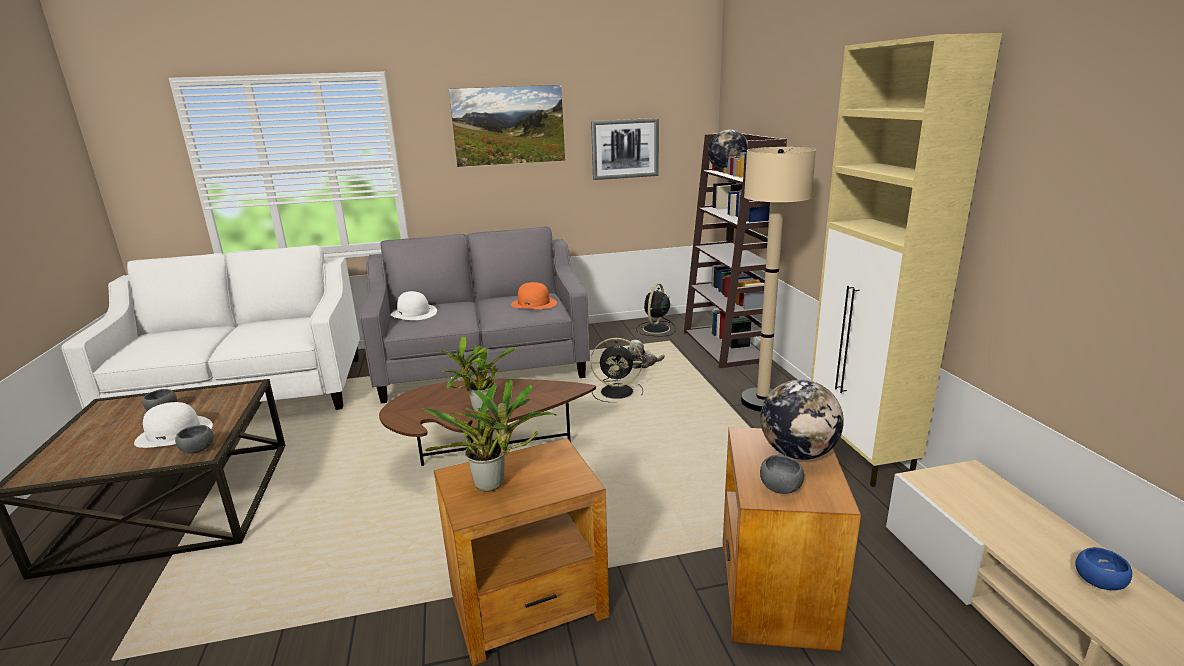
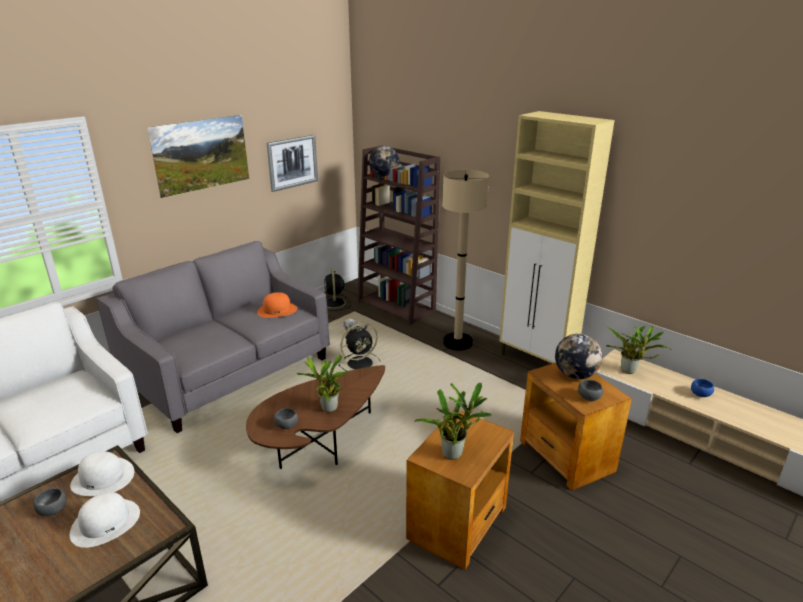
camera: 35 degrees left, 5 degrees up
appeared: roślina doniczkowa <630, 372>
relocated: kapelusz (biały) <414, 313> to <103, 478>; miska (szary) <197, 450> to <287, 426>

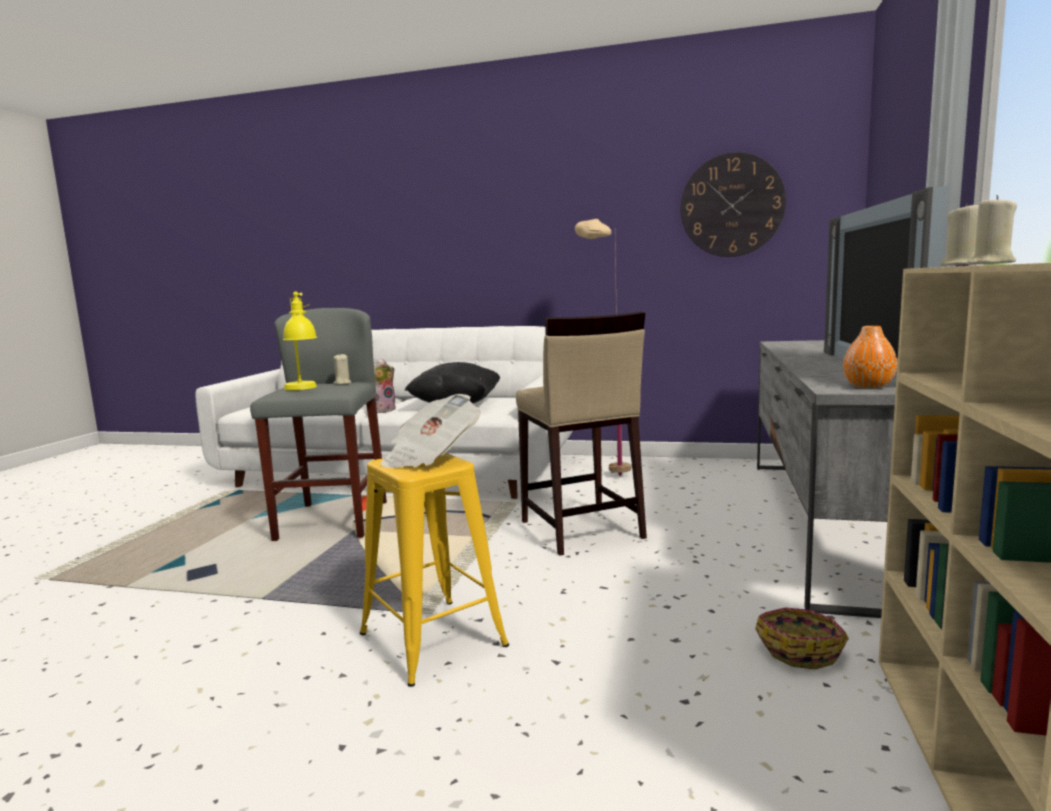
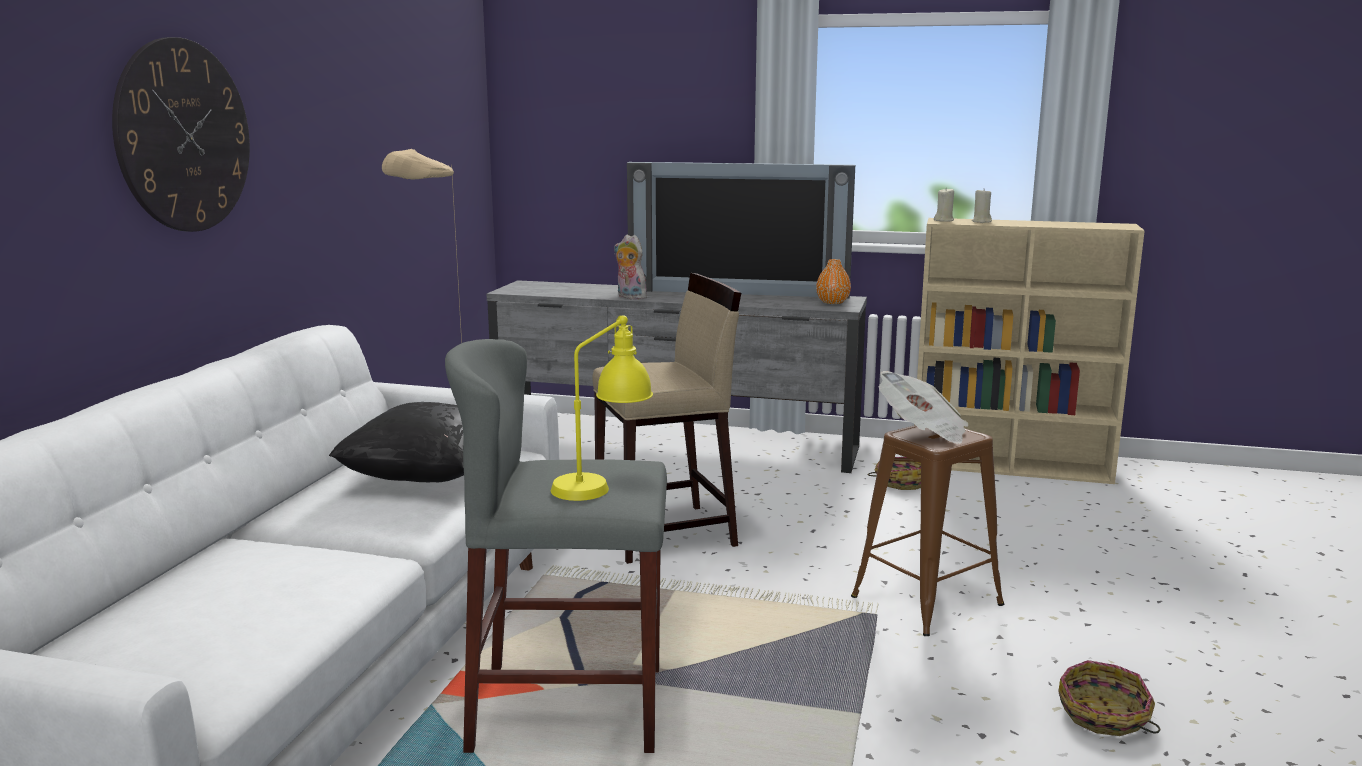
camera: 90 degrees left, 5 degrees up
missing: świeca (beżowy) <342, 383>
appeared: koszyk <1104, 716>
relocated: zegar ścienny <732, 205> to <184, 136>; pluszak <383, 410> to <629, 297>
colour: stołek (żółty) <432, 639> to stołek (brązowy) <927, 601>

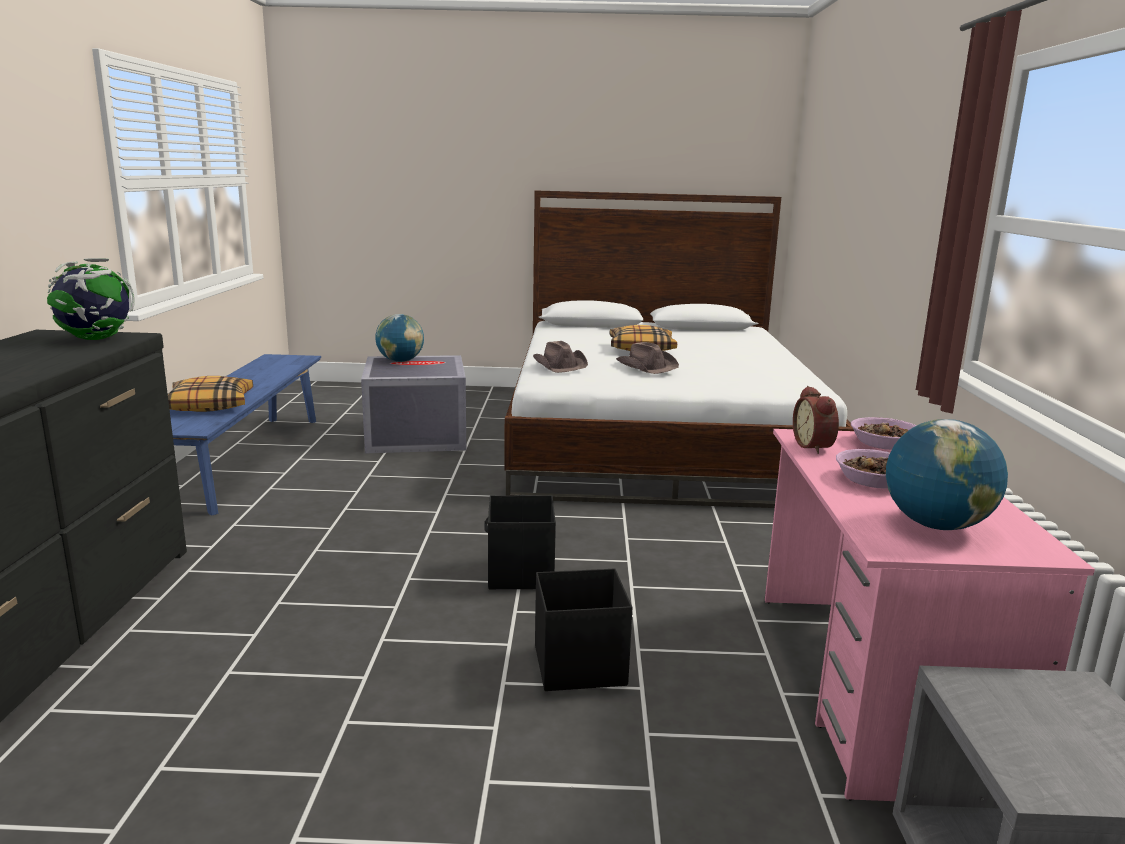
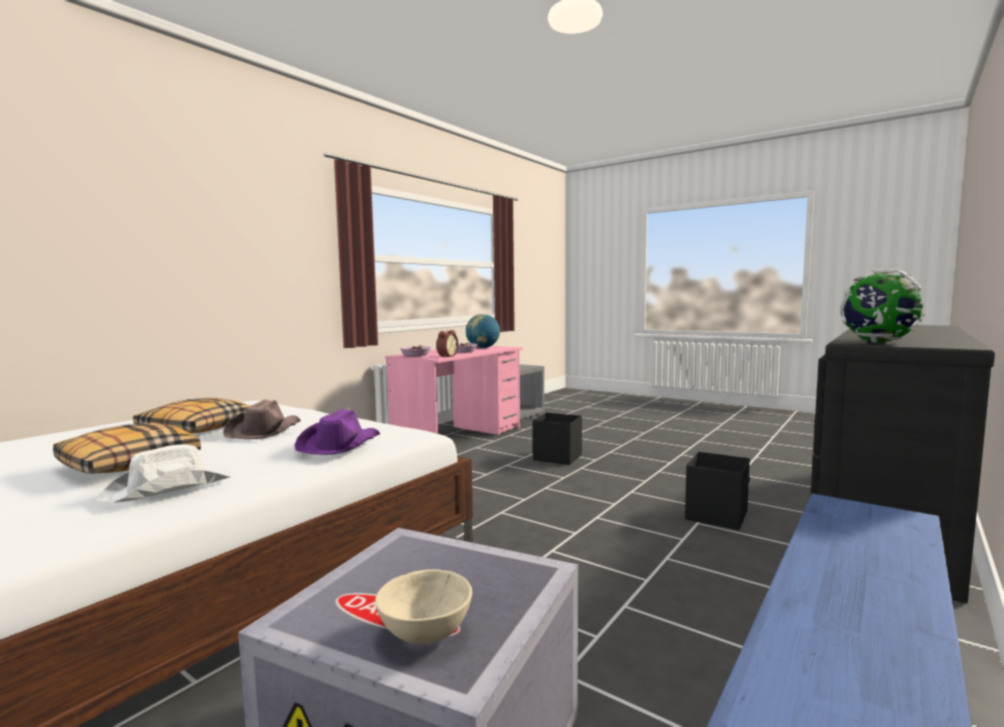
camera: 145 degrees left, 10 degrees down
appeared: kapelusz (biały) <169, 487>
relocated: poduszka <209, 405> to <197, 428>; pojemnik do przechowywania (czarny) <520, 574> to <717, 515>
exchanged: globus <400, 361> to miska (beżowy) <424, 634>
colour: kapelusz (brązowy) <560, 365> to kapelusz (fioletowy) <339, 444>

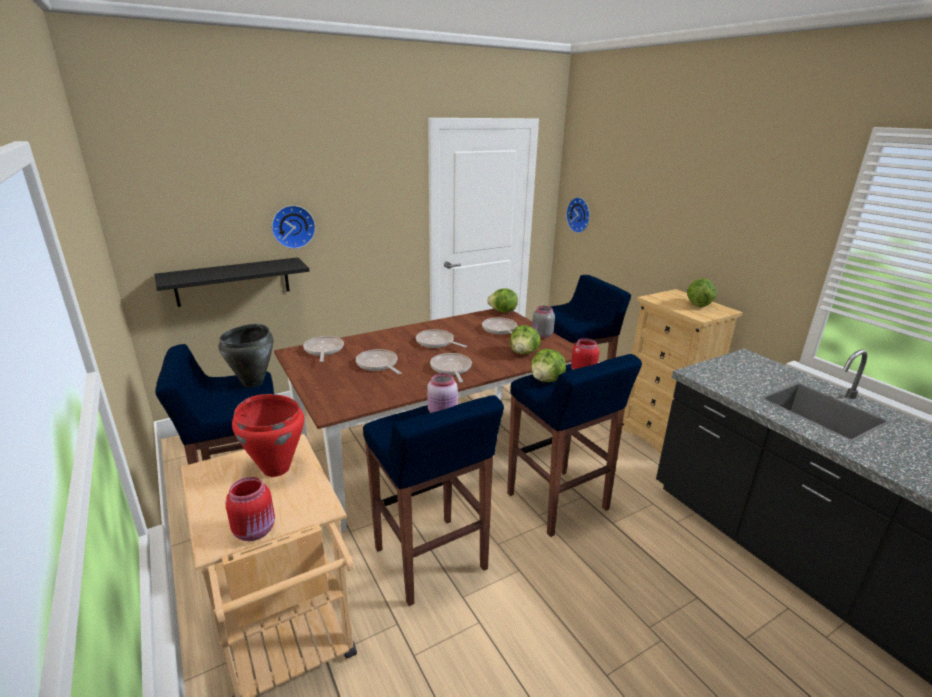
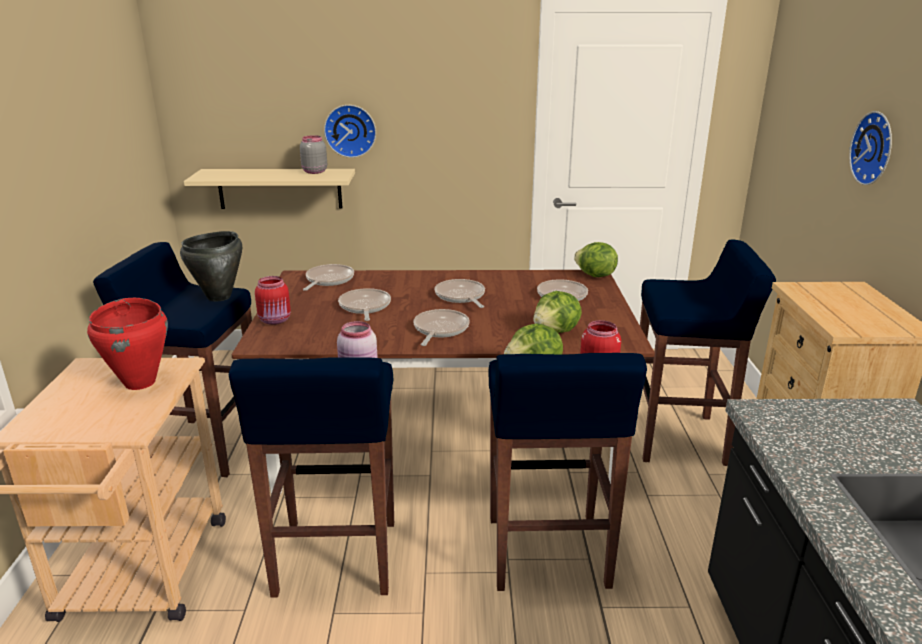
camera: 30 degrees right, 0 degrees up
missing: sałata <698, 304>
relocated: zegar ścienny <580, 215> to <875, 148>; słoik (szary) <541, 335> to <314, 172>; słoik (czerwony) <256, 530> to <275, 320>
colour: półka (czarny) <233, 281> to półka (beżowy) <280, 188>

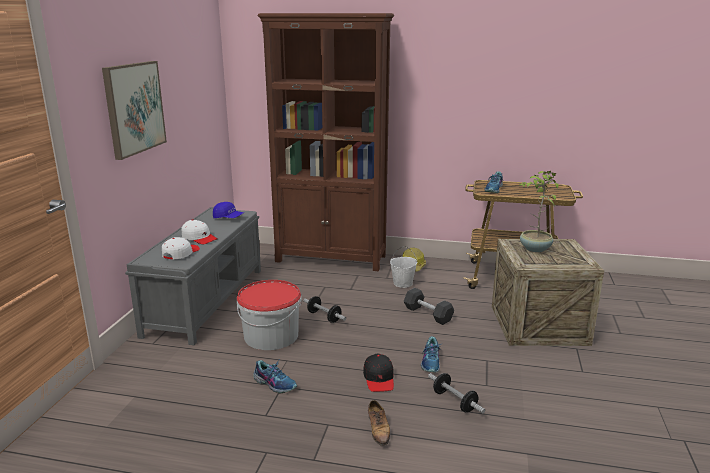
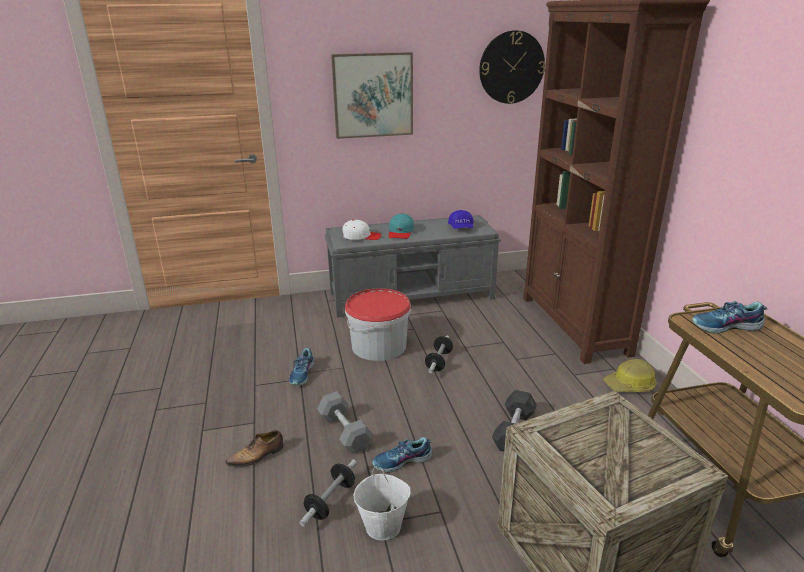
camera: 65 degrees right, 5 degrees up
missing: roślina doniczkowa <534, 249>
appeared: zegar ścienny <511, 67>
relocated: wiadro (biały) <403, 283> to <383, 525>
exchanged: czapka z daszkiem (czarny) <379, 378> to hantel (szary) <345, 432>
colour: czapka z daszkiem (biały) <199, 238> to czapka z daszkiem (turkusowy) <401, 232>

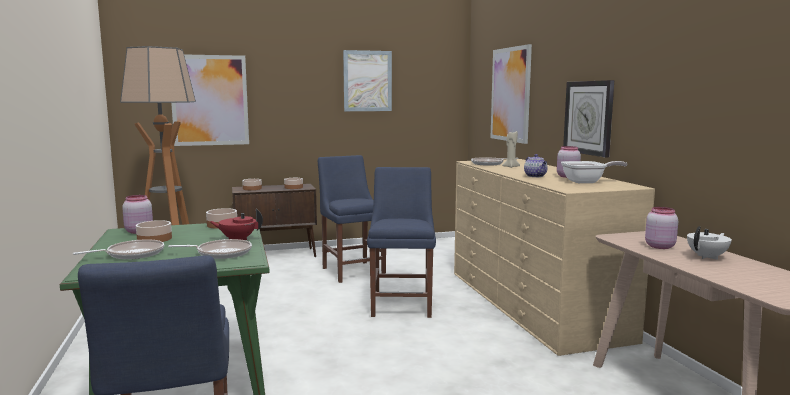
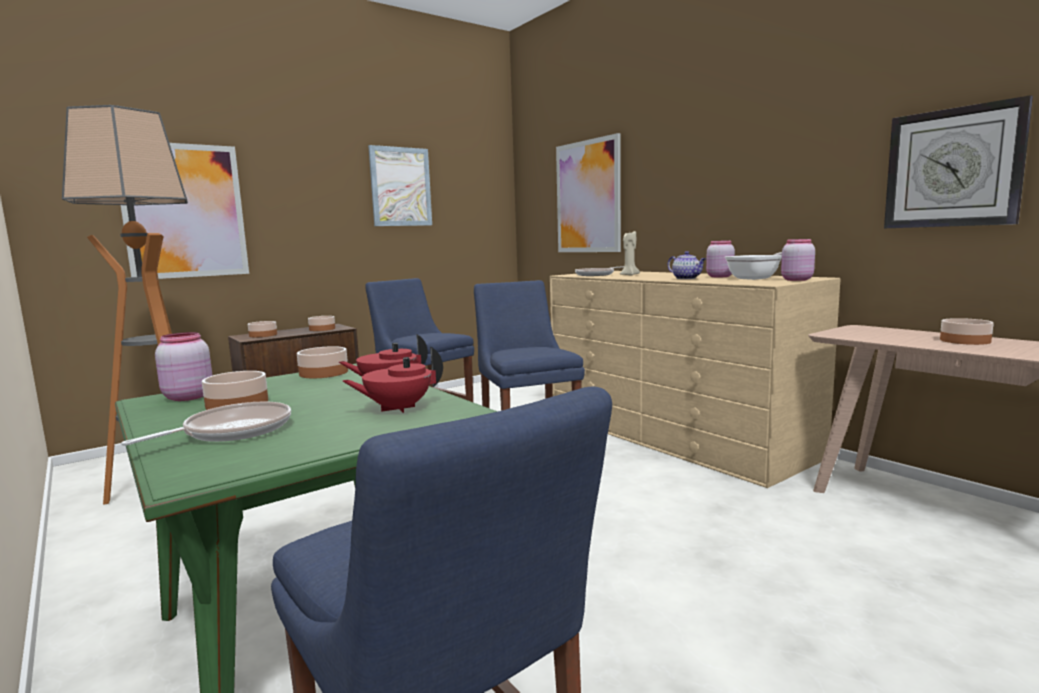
camera: 20 degrees left, 0 degrees up
relocated: zegar ścienny <588, 117> to <953, 168>; słoik (różowy) <659, 246> to <795, 280>
exchanged: imbryk (biały) <707, 257> to miska <965, 341>; patelnia <221, 253> to imbryk (czerwony) <397, 408>

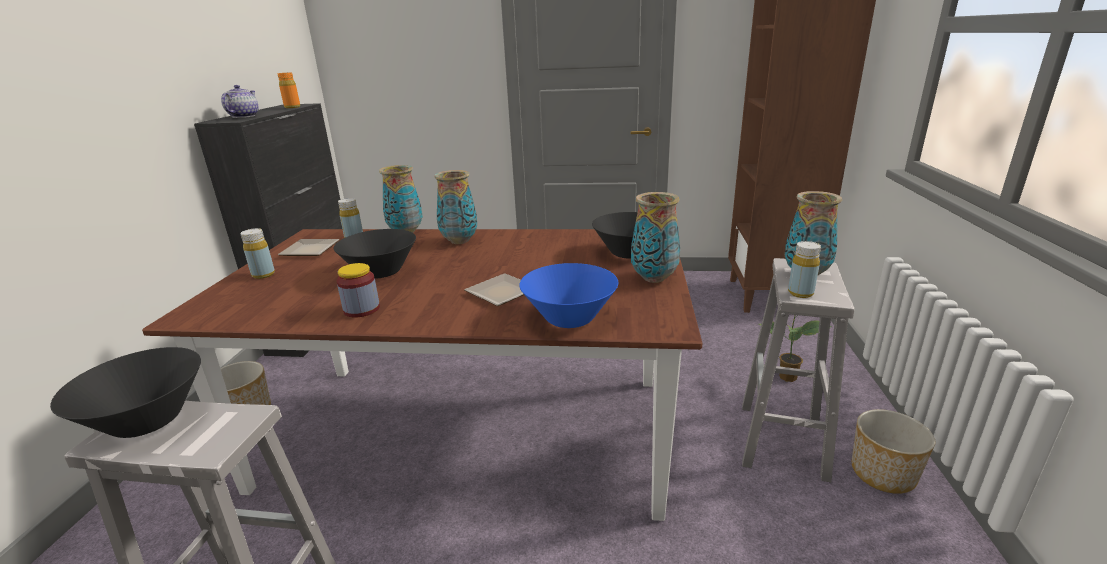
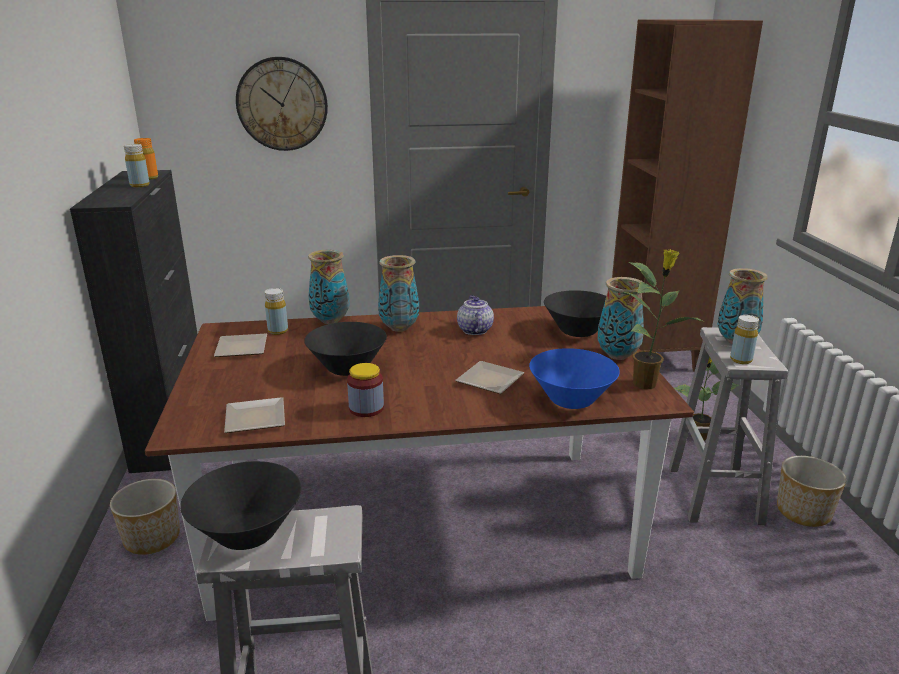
camera: 15 degrees left, 0 degrees up
appeared: zegar ścienny <282, 104>; roślina doniczkowa <646, 383>; talerz <257, 419>
relocated: imbryk <244, 116> to <474, 330>; butelka (żółty) <263, 275> to <140, 185>

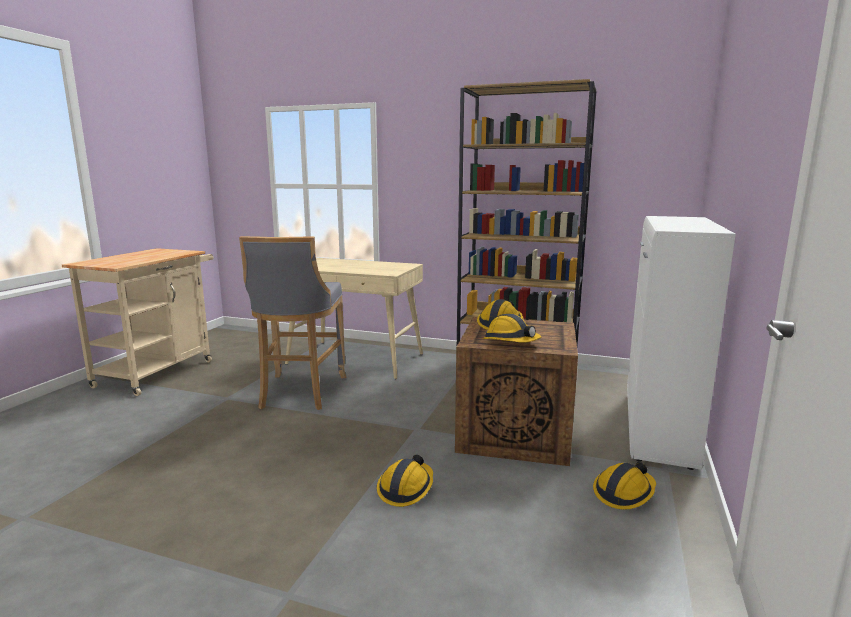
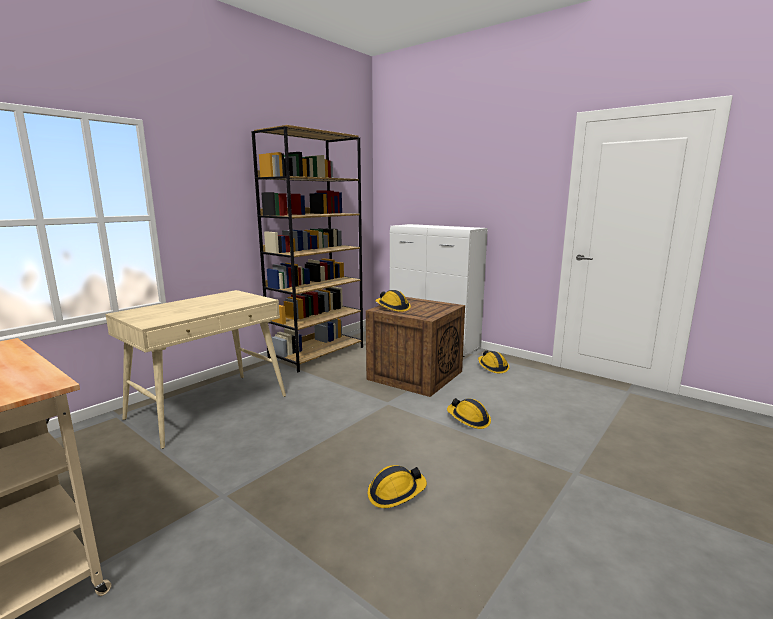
camera: 70 degrees left, 0 degrees up
missing: stołek (szary) <300, 393>
relocated: kask <511, 342> to <396, 493>

